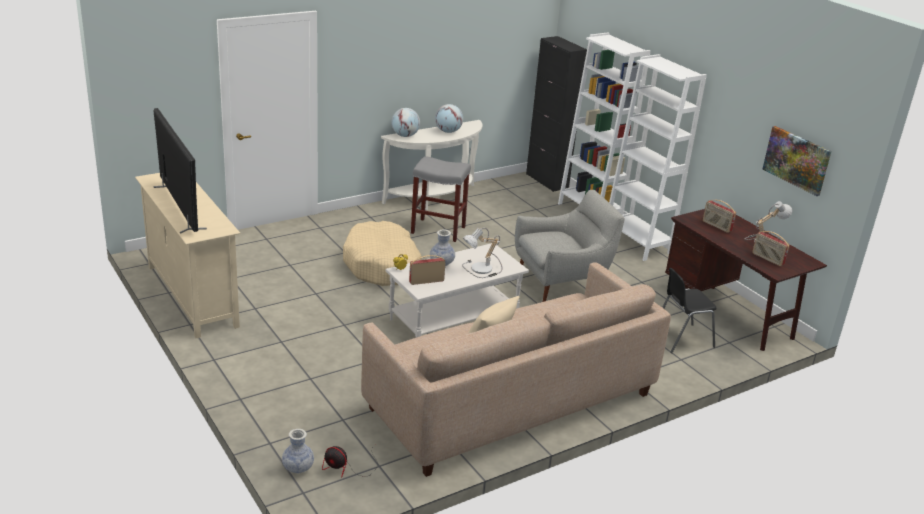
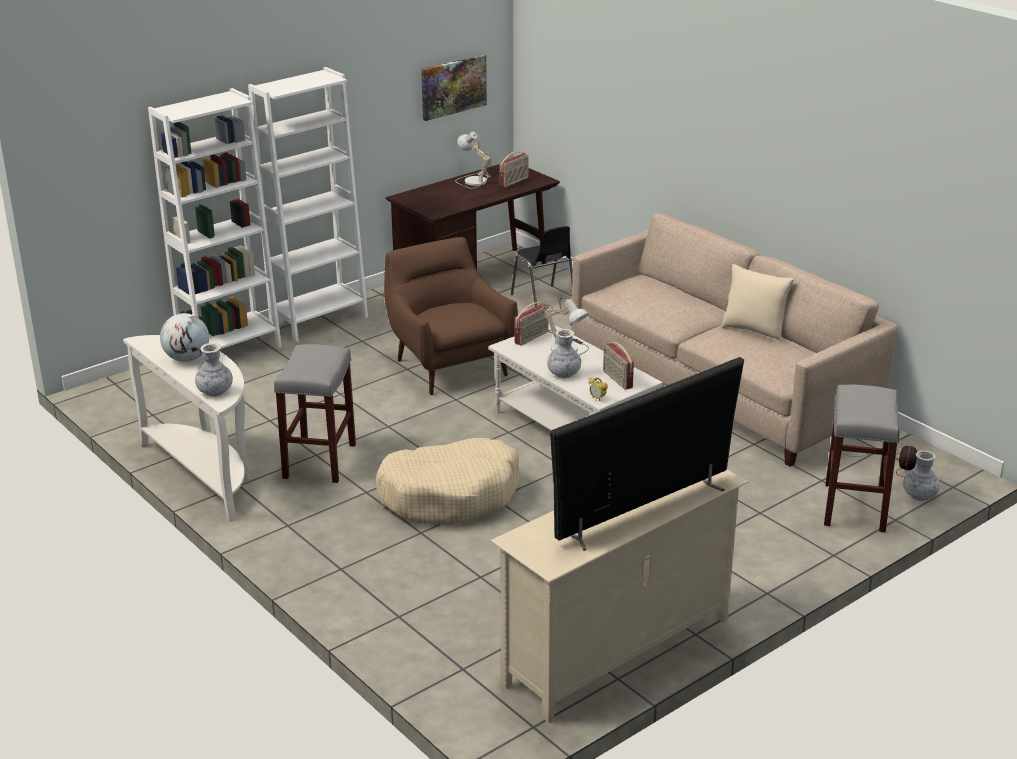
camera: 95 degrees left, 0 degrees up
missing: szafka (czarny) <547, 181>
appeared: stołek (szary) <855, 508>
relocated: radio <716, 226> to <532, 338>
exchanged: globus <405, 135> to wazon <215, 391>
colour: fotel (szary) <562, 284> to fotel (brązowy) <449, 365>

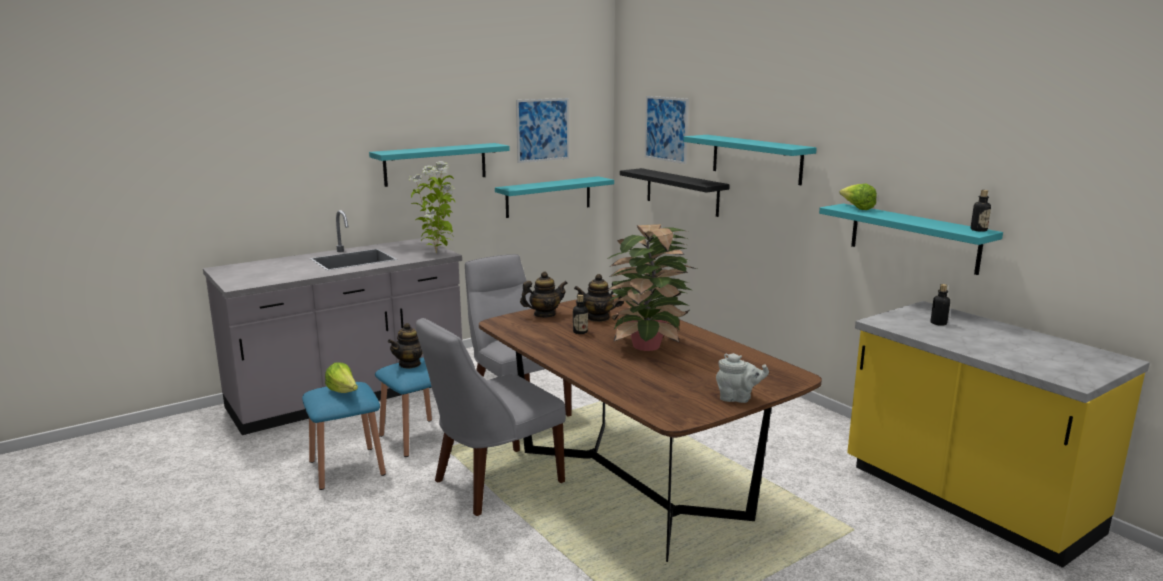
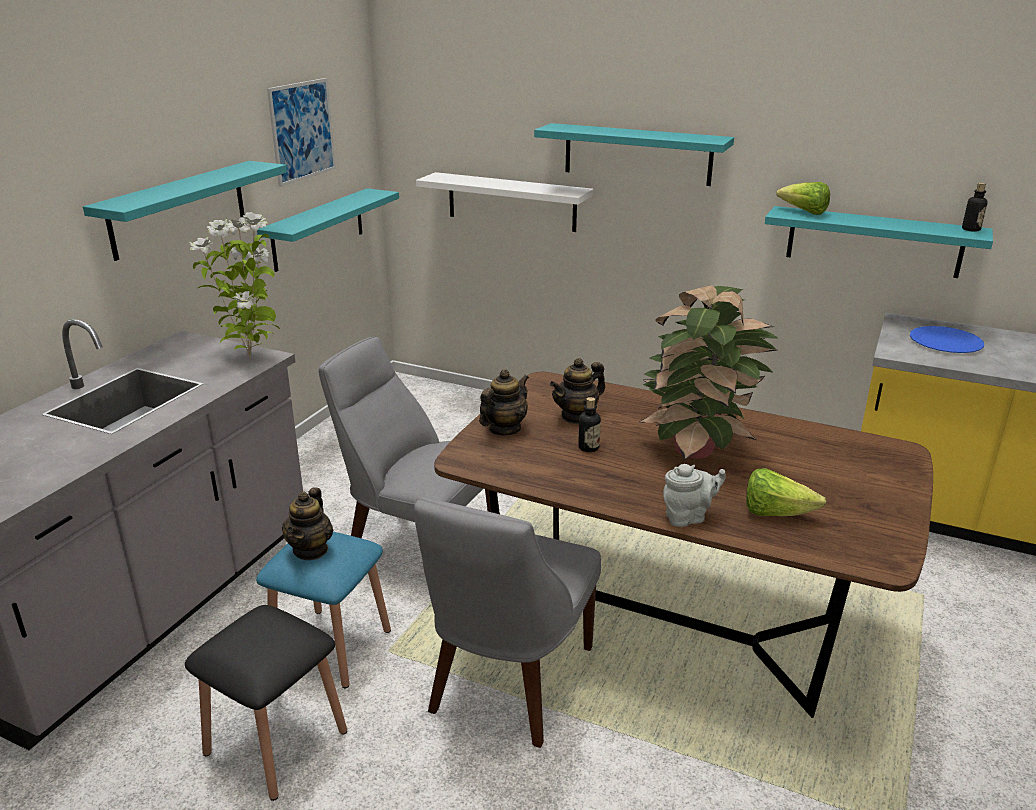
camera: 30 degrees left, 10 degrees up
missing: obraz <666, 129>
relocated: imbryk (szary) <738, 398> to <688, 517>; sałata <343, 392> to <775, 513>
exchanged: butelka <938, 323> to talerz (niebieski) <945, 342>
colour: półka (czarny) <682, 192> to półka (biały) <511, 202>; stołek (niebieski) <347, 467> to stołek (czarny) <276, 742>

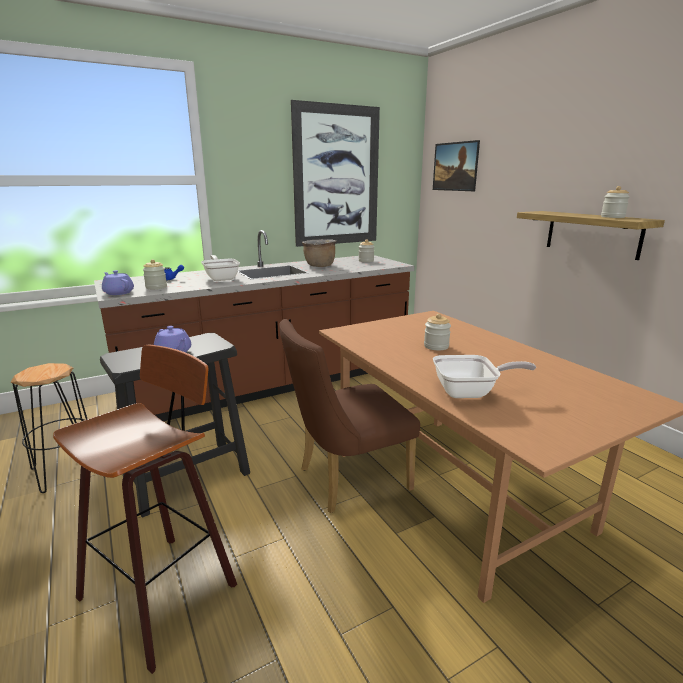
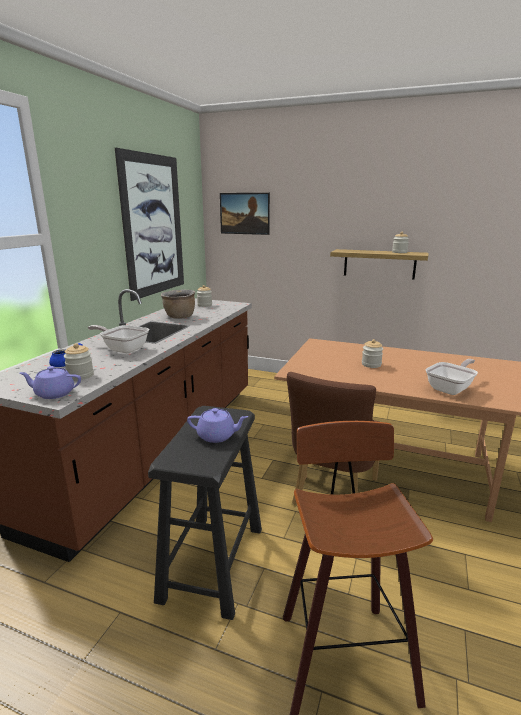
camera: 40 degrees left, 0 degrees up
missing: stołek (czarny) <67, 470>

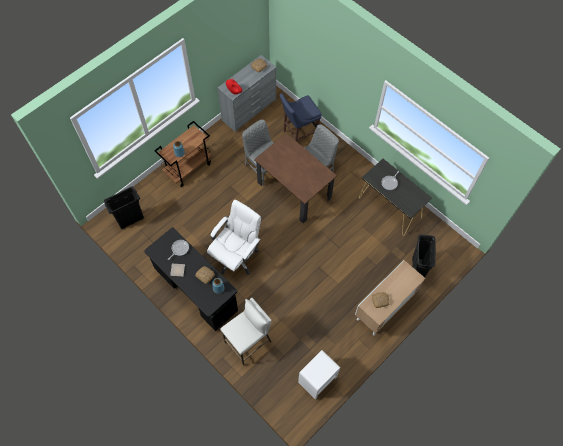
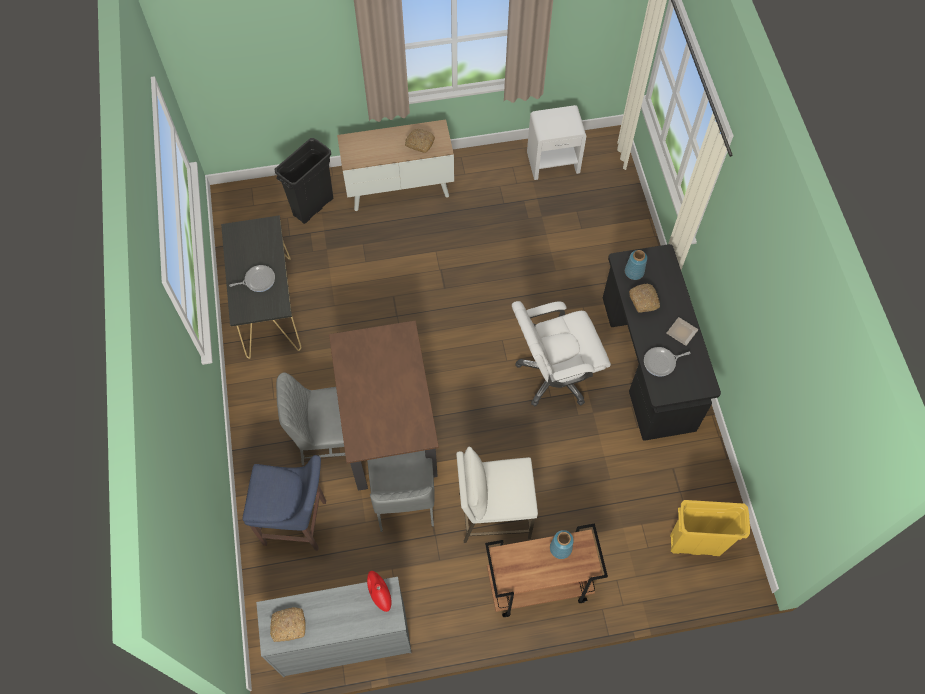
camera: 145 degrees left, 0 degrees up
relocated: stołek (biały) <248, 342> to <494, 515>
colour: kosz na śmieci (czarny) <131, 220> to kosz na śmieci (żółty) <695, 544>

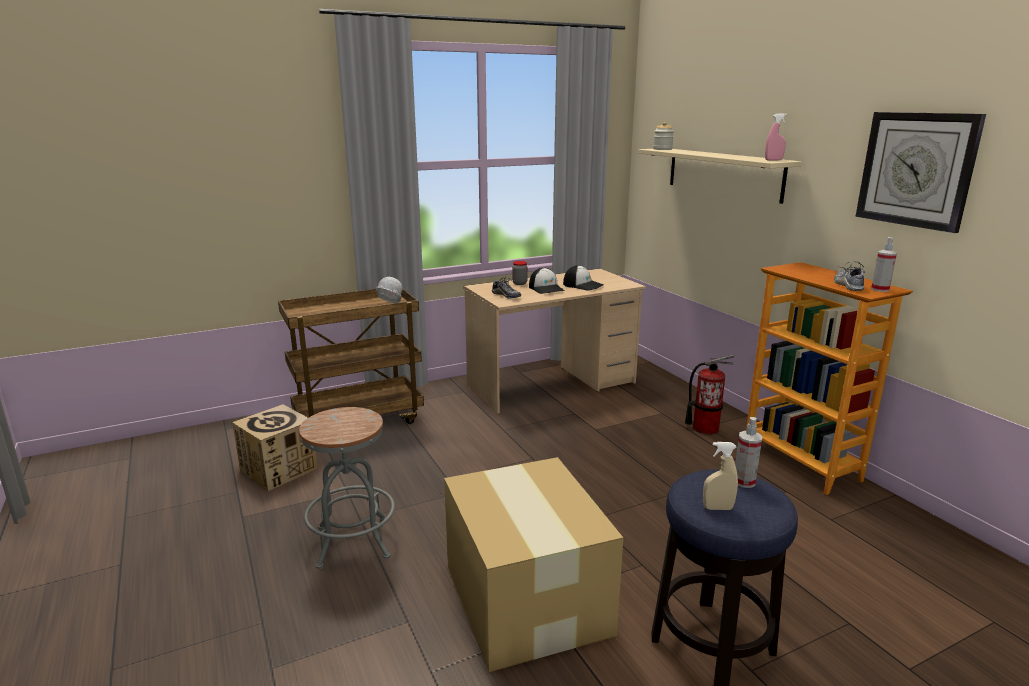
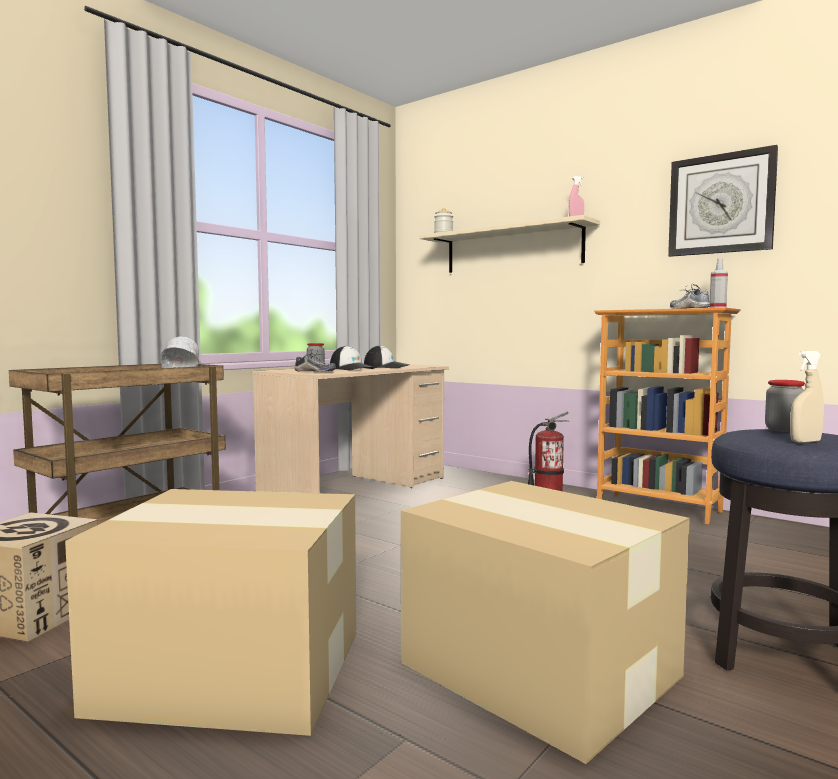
camera: 25 degrees left, 15 degrees down
exchanged: stołek (szary) <353, 542> to karton <230, 669>; spryskiwacz <744, 481> to słoik <783, 430>

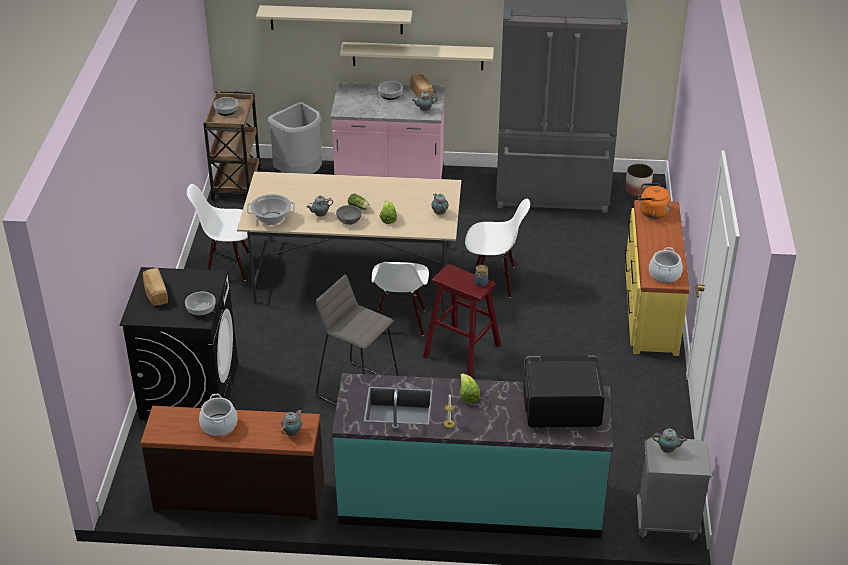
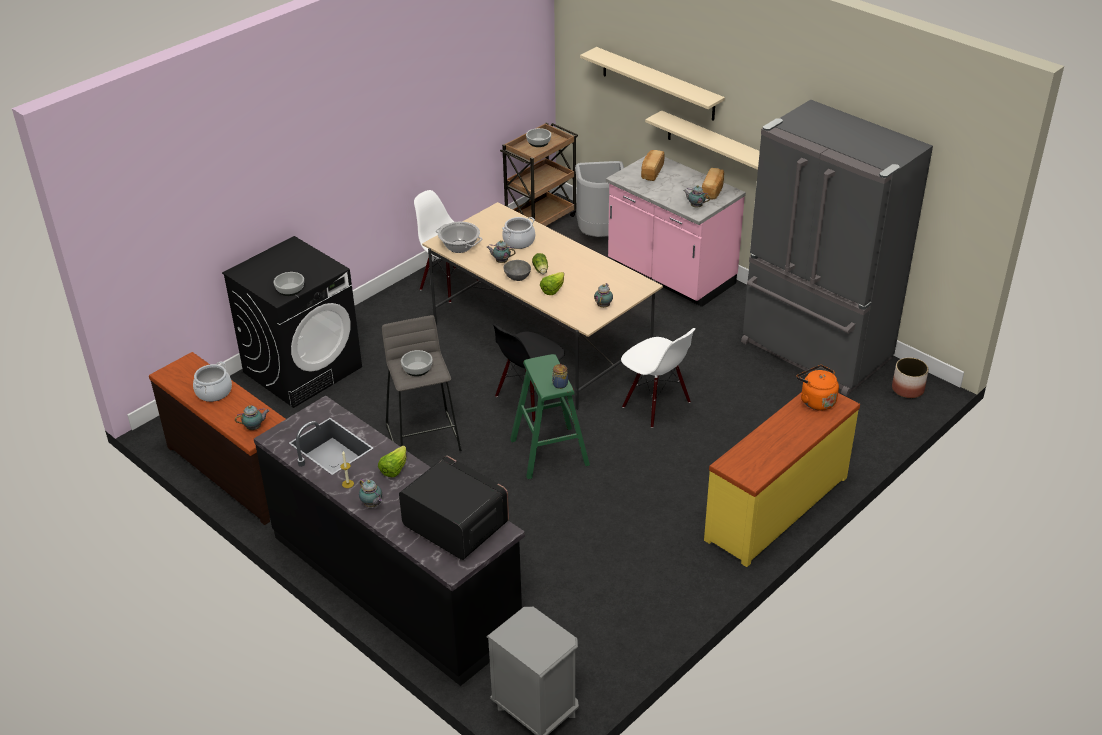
camera: 40 degrees right, 0 degrees up
relocated: miska <390, 95> to <417, 369>; garnek <664, 274> to <519, 241>; chleb <155, 294> to <651, 172>; imbryk <668, 450> to <372, 505>
colour: krzesło (biały) <400, 321> to krzesło (czarny) <529, 399>; stołek (czerwony) <462, 351> to stołek (zielony) <549, 452>; zabudowa kuchenna (turkusowy) <470, 500> to zabudowa kuchenna (czarny) <395, 583>

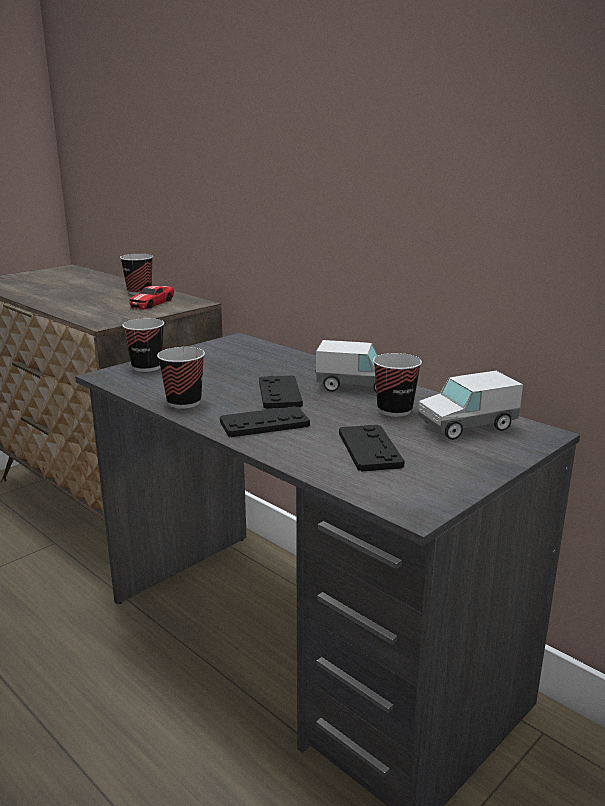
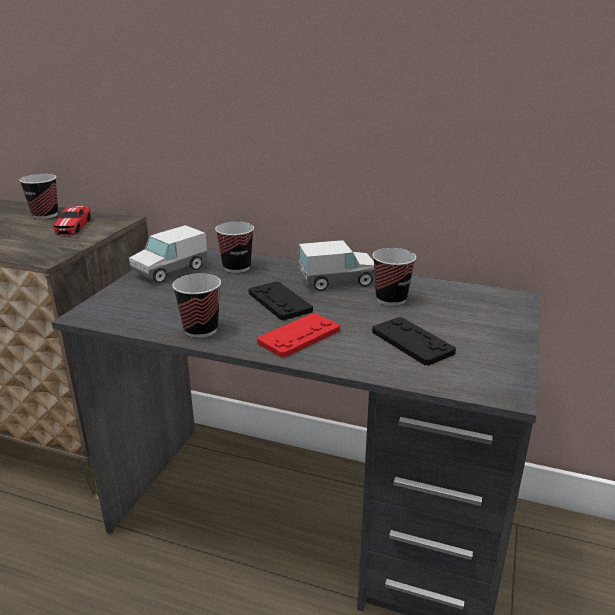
camera: 25 degrees left, 5 degrees up
relocated: filiżanka <147, 367> to <236, 267>; ciężarówka zabawkowa <467, 426> to <170, 271>
colour: pad do gier (czarny) <264, 423> to pad do gier (czerwony) <299, 336>

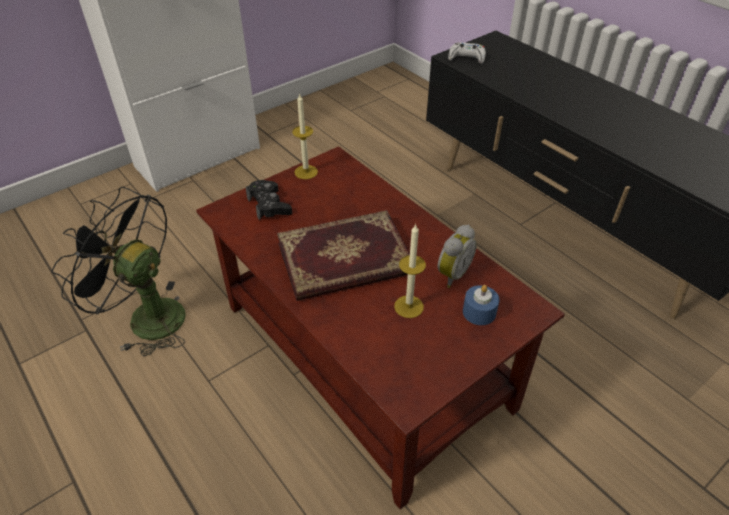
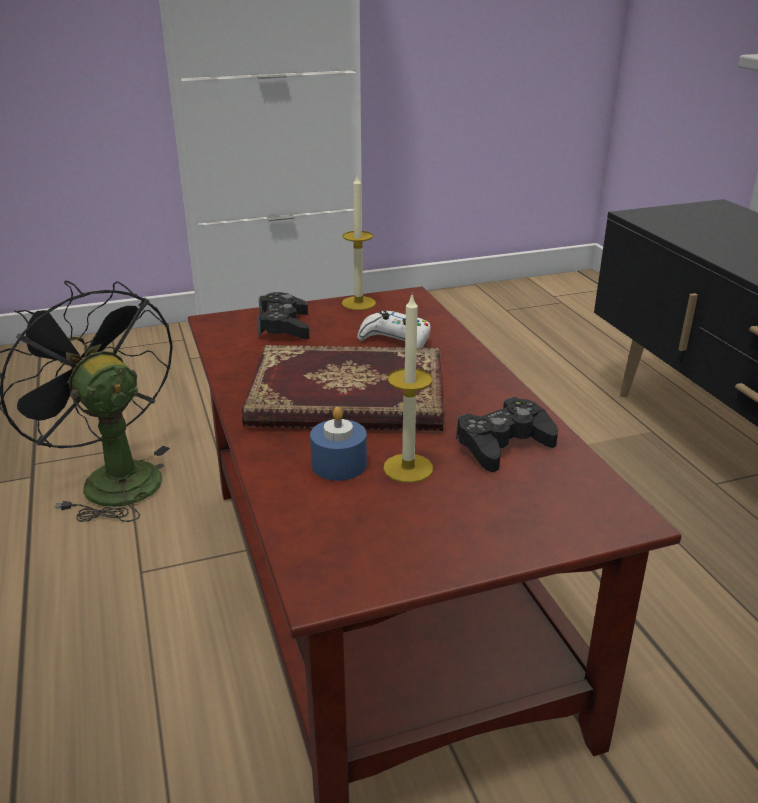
camera: 20 degrees right, 15 degrees down
relocated: pad do gier (biały) <466, 58> to <396, 341>; świeca (niebieski) <479, 312> to <339, 464>
exchanged: budzik <451, 274> to pad do gier (czarny) <503, 444>

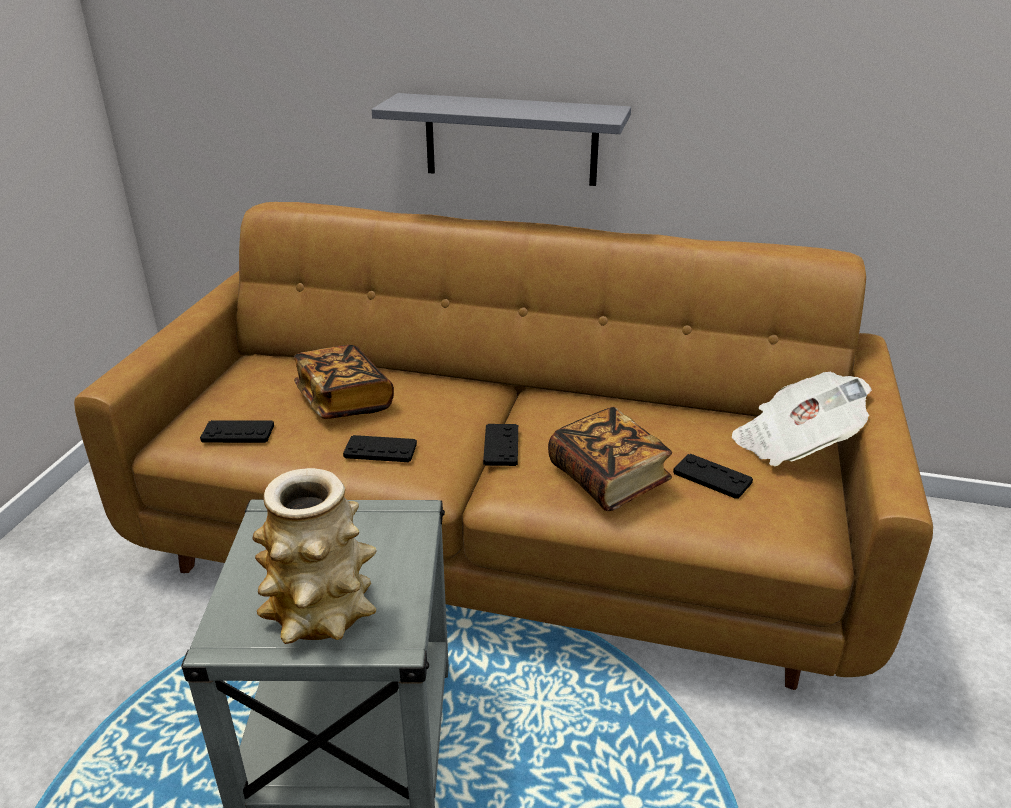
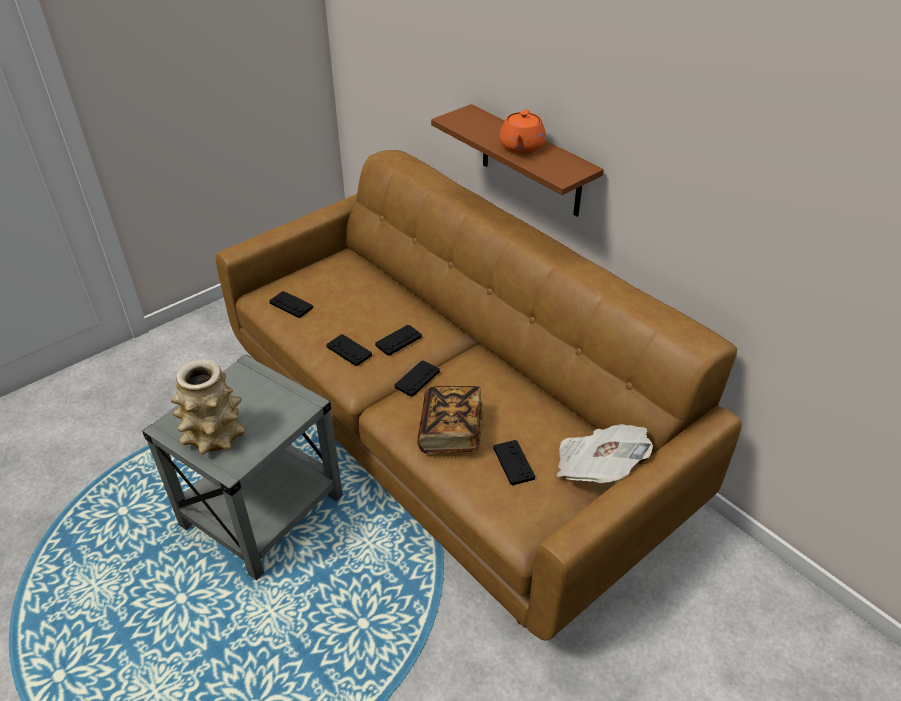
camera: 35 degrees right, 10 degrees up
missing: książka <344, 400>
appeared: imbryk (pomarańczowy) <521, 147>; pad do gier (czarny) <398, 341>
colour: półka (szary) <510, 139> to półka (brązowy) <531, 162>

